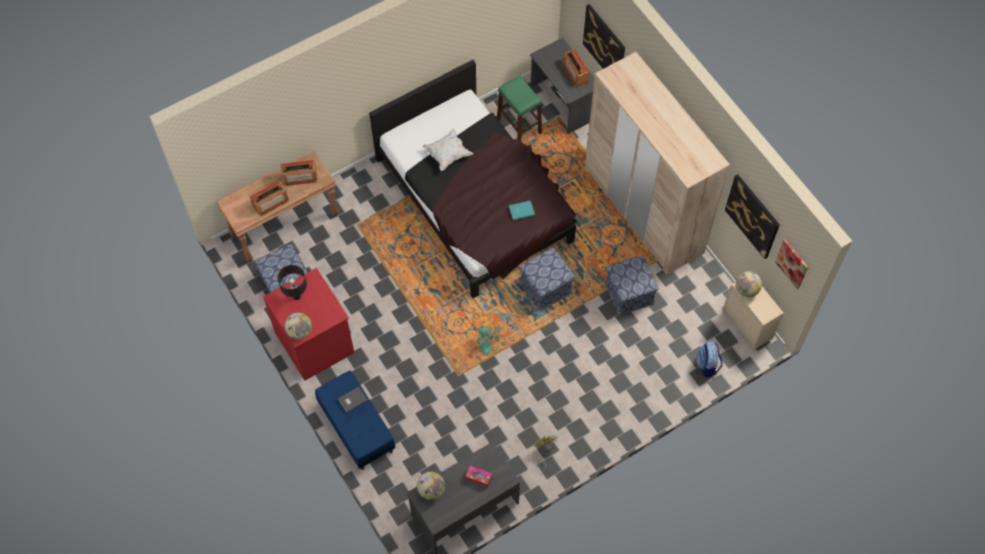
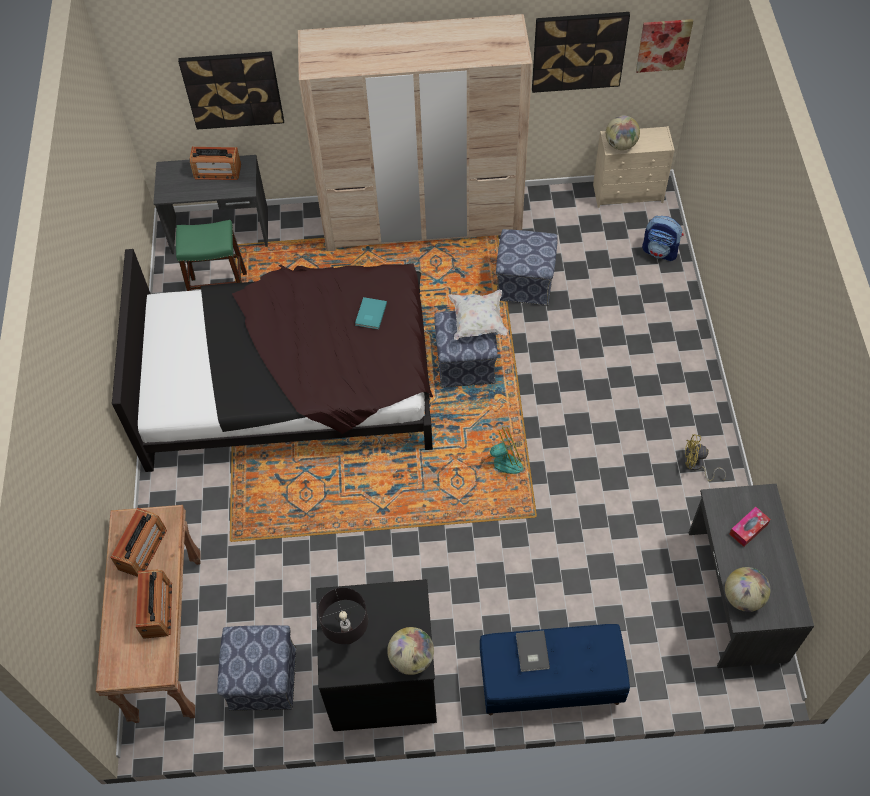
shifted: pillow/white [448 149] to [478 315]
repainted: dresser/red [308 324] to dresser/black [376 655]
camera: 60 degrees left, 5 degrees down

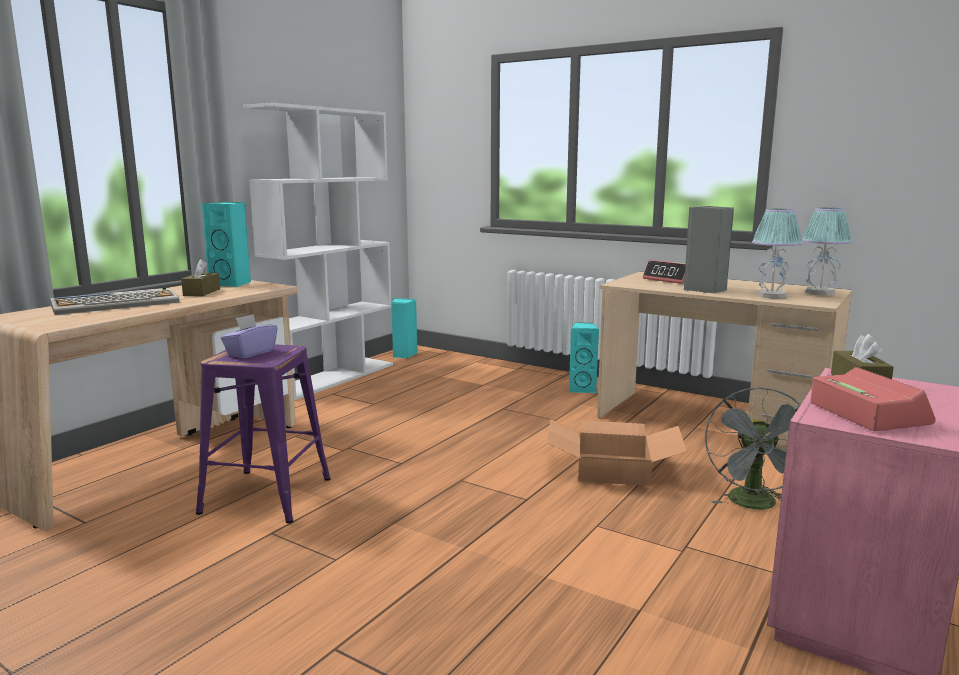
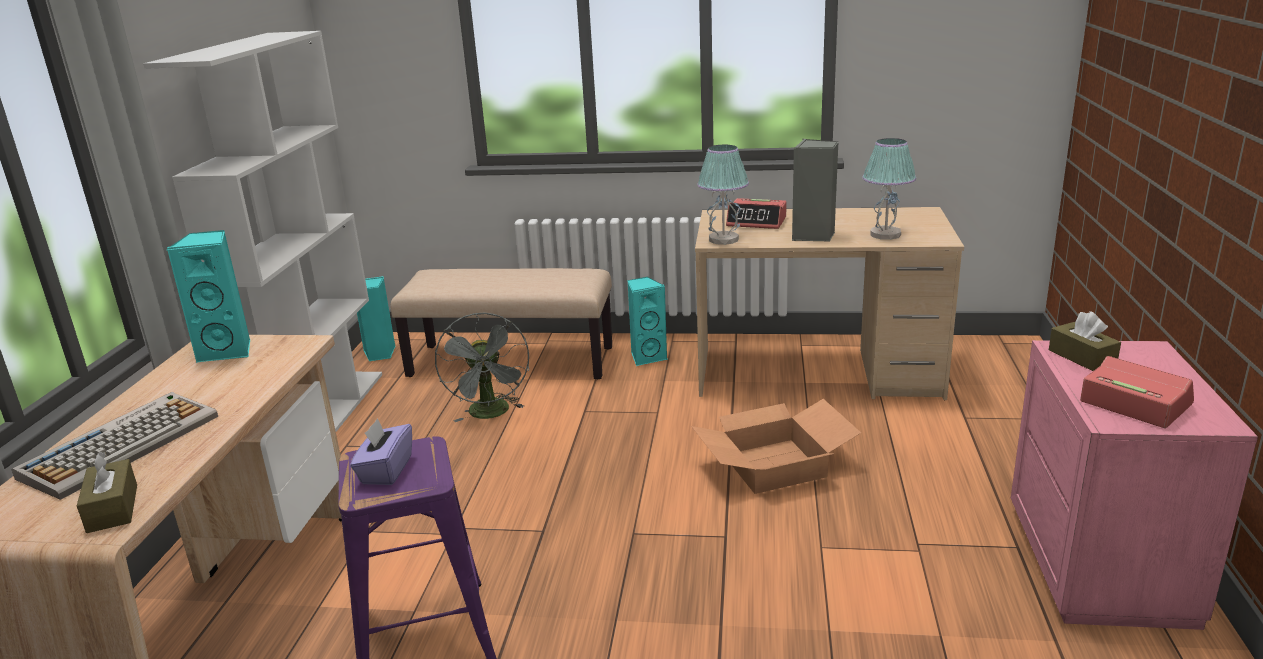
new: bench/beige [501 323]
shifted: tissue box/brown [200 277] to [107 492]; fan/grey [753 448] to [482 367]; table lamp [826 251] to [723 195]
camera: 25 degrees left, 10 degrees up

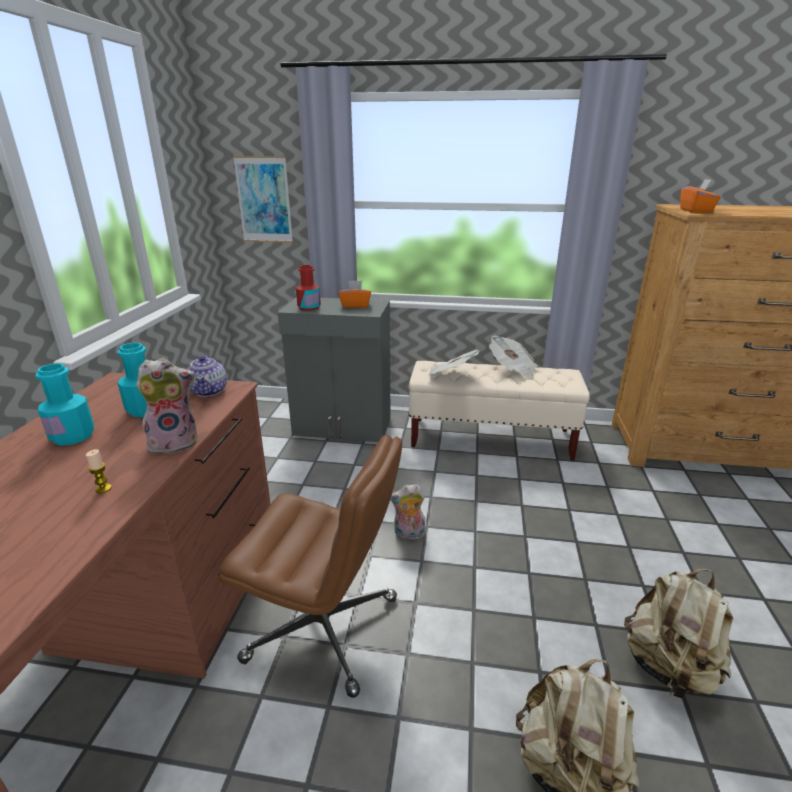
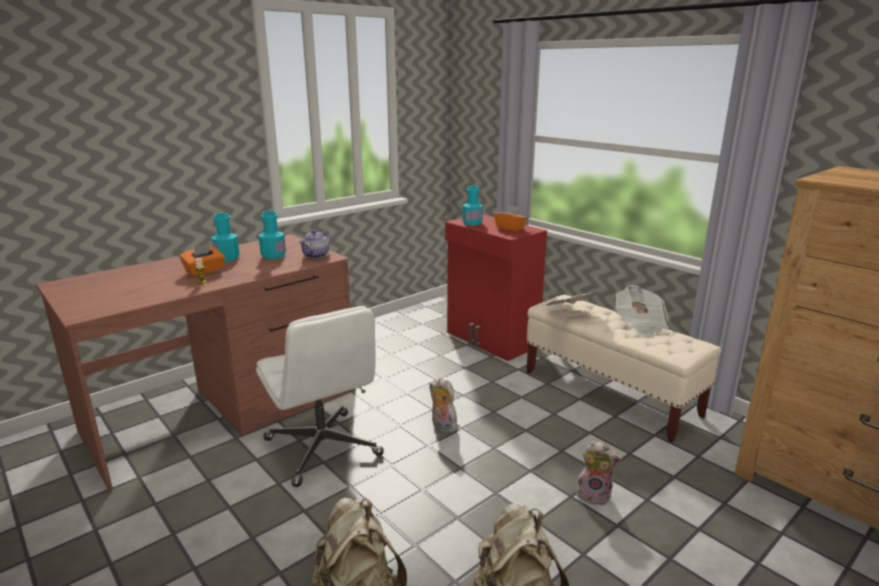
gone: picture [263 199]
shifted: plush toy [166 406] to [598 472]; tissue box/orange [700 196] to [202 260]
repainted: office chair/brown [310 566] to office chair/white [320 396]; cabinet/grey [334 369] to cabinet/red [496 287]; bottle/red [308 288] to bottle/turquoise [472 205]
camera: 40 degrees right, 5 degrees down

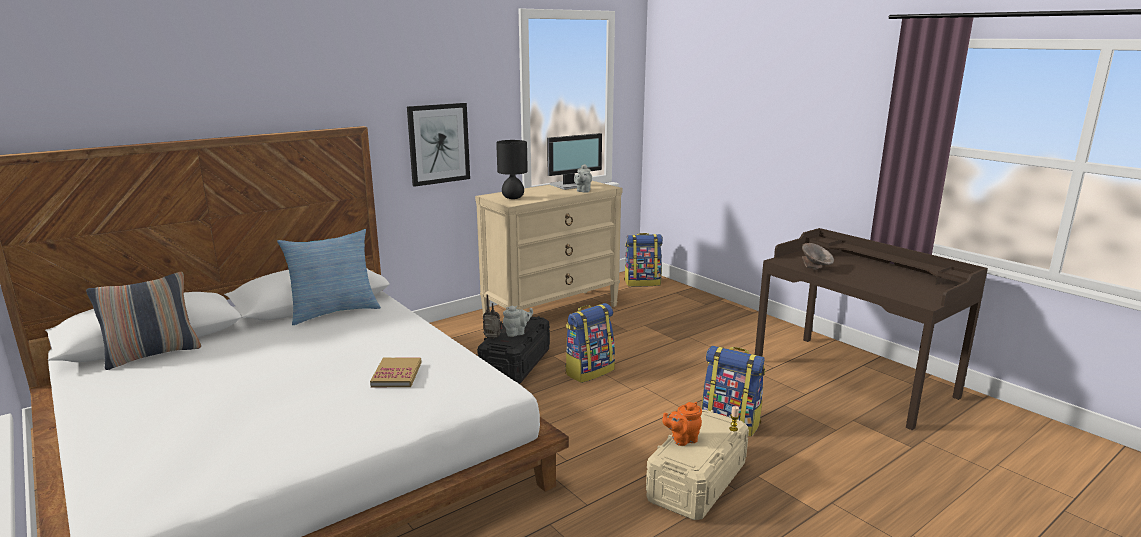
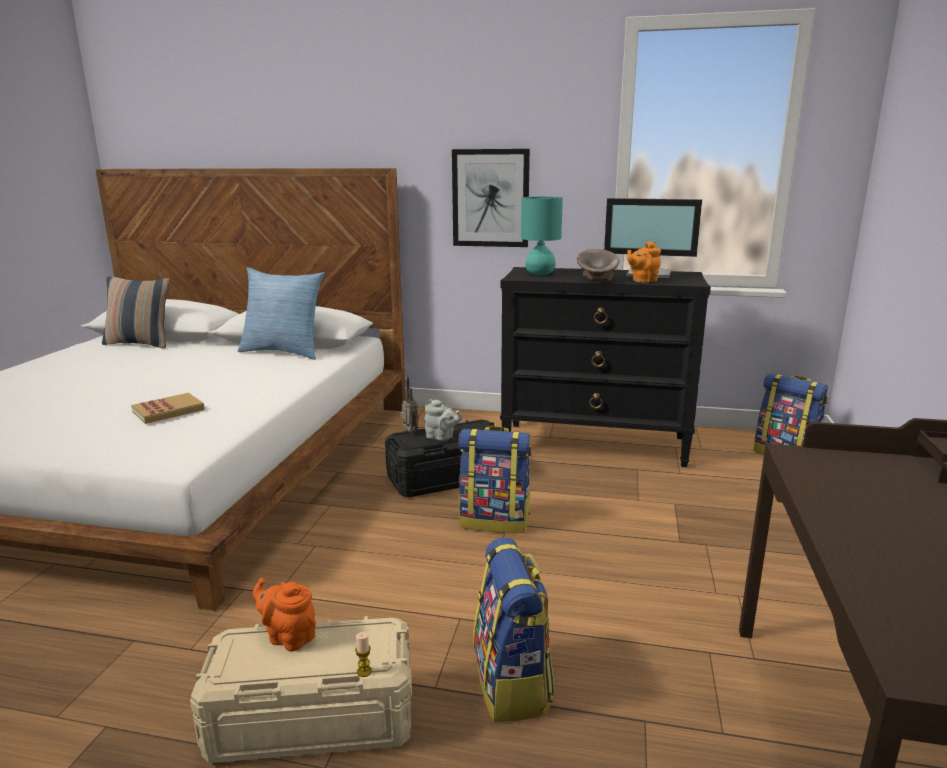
shifted: bowl/grey [818 256] to [598 265]
repainted: dresser/beige [549 248] to dresser/black [605 367]; table lamp/black [512 169] to table lamp/turquoise [542 235]; teapot/grey [583 178] to teapot/orange [644 262]
camera: 50 degrees right, 0 degrees up

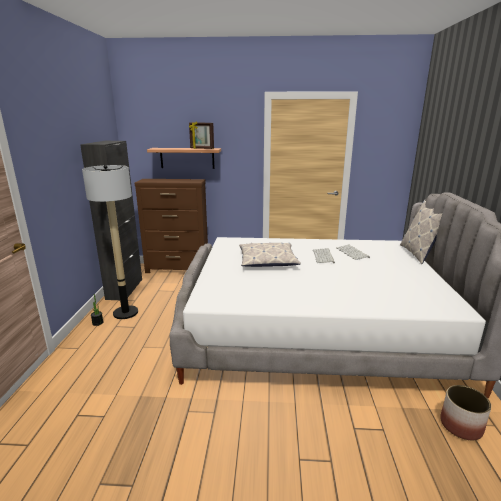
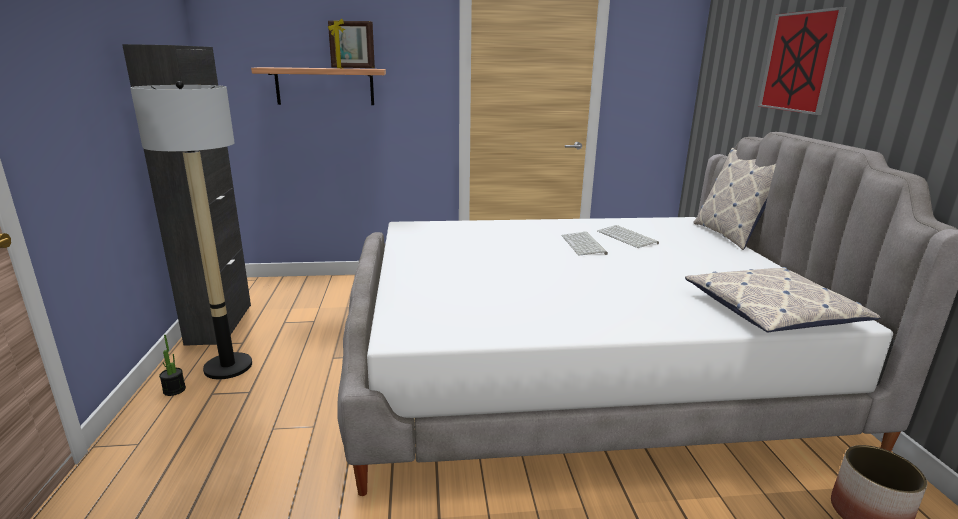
gone: dresser/brown [171 226]
new: picture [802 61]
shifted: pillow [270 255] to [783 300]
camera: 10 degrees left, 0 degrees up

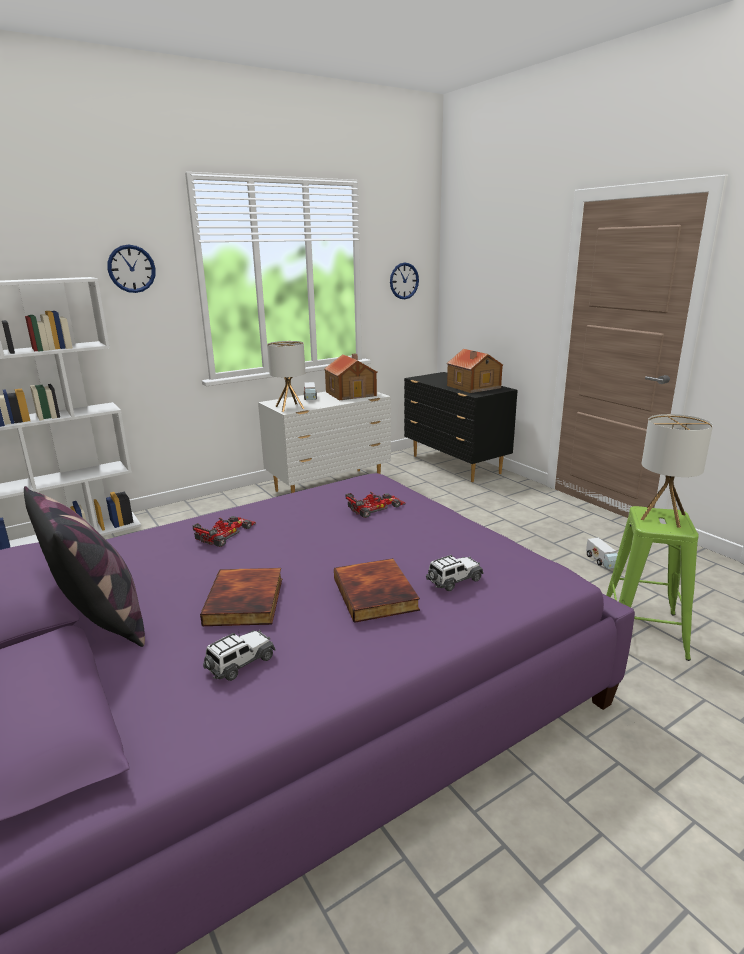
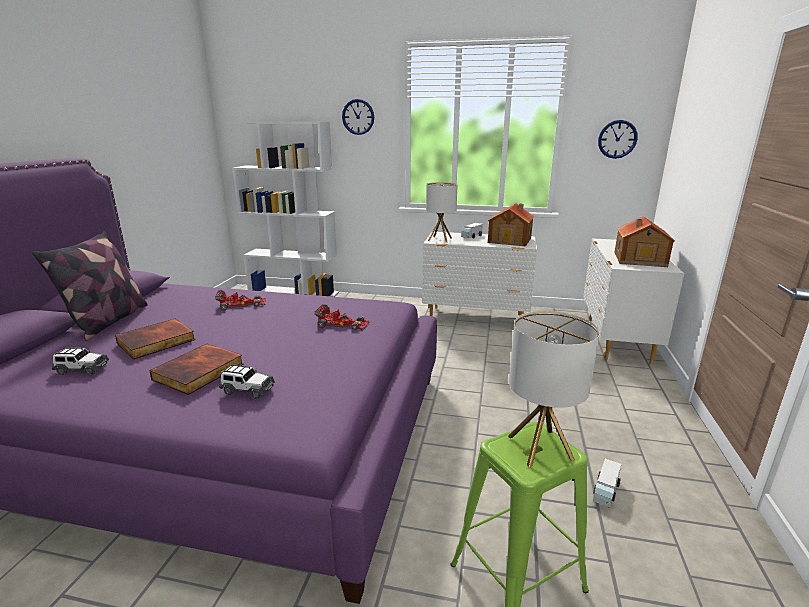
repainted: dresser/black [461 427] to dresser/white [633 301]
camera: 45 degrees right, 0 degrees up

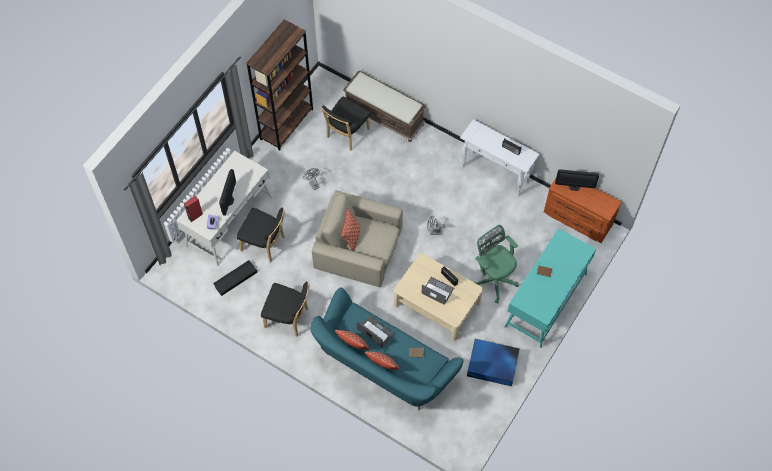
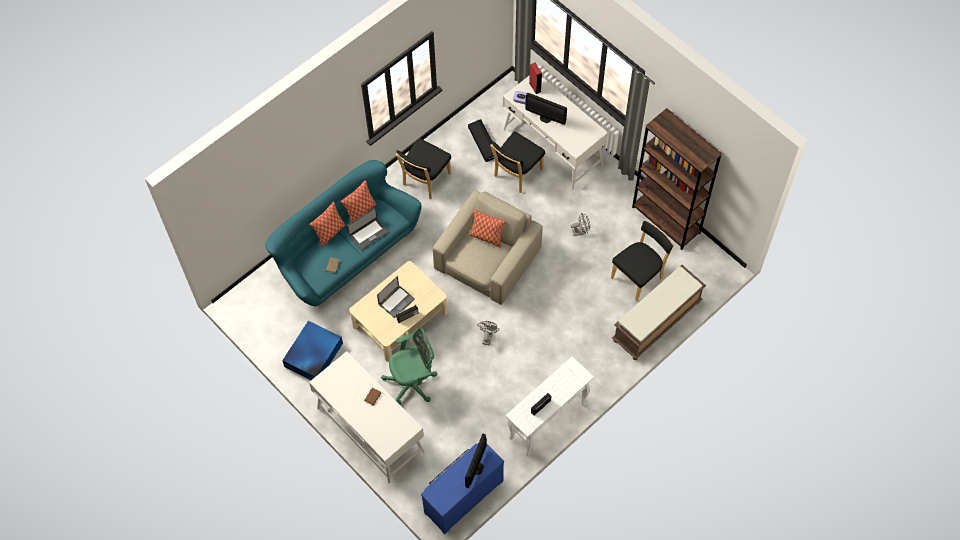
repainted: desk/turquoise [550 288] to desk/white [367 417]; dresser/brown [583 211] to dresser/blue [462 488]
rotated: chair/black [346 124] = [642 261] 90 degrees clockwise
camera: 105 degrees right, 0 degrees up

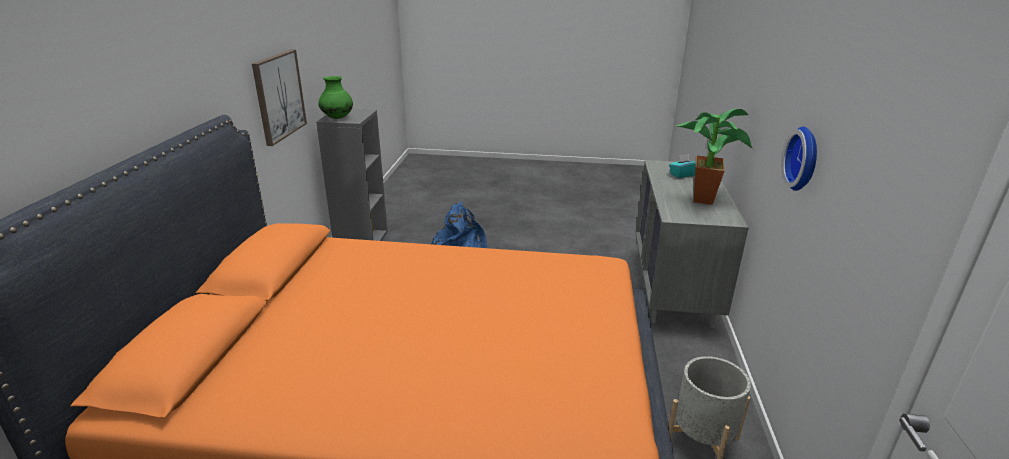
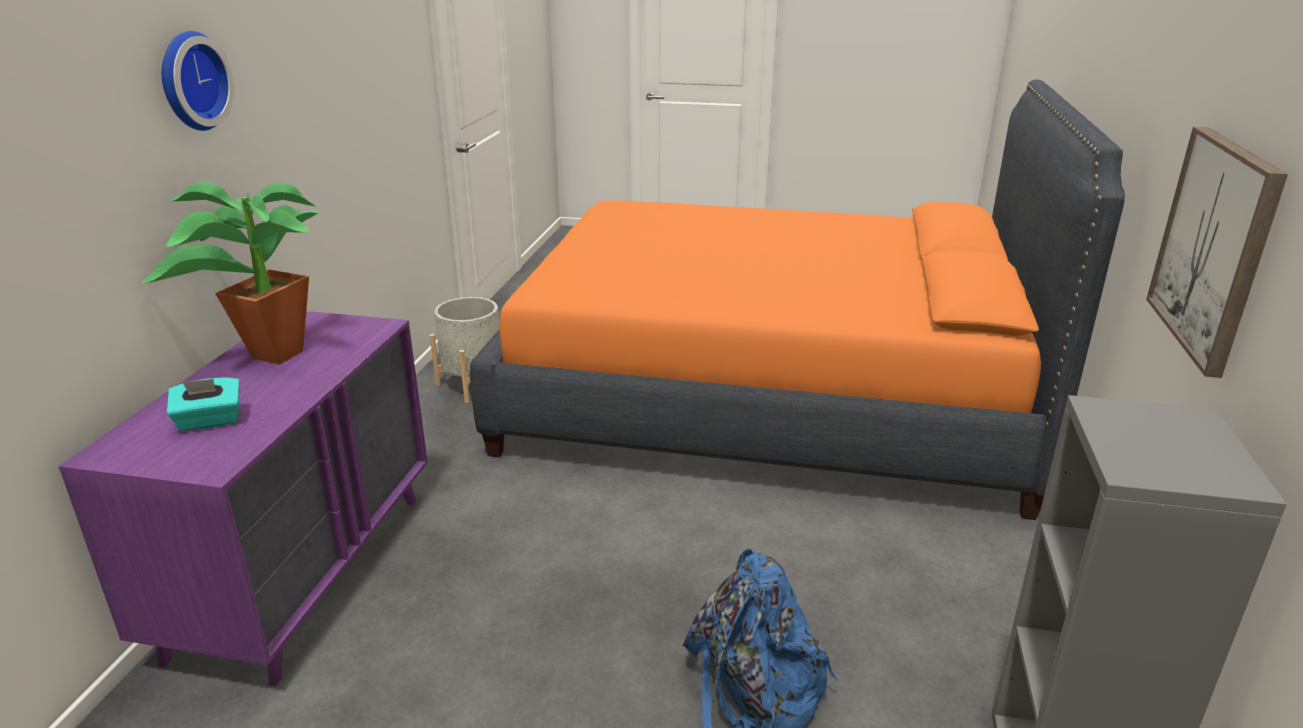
gone: vase/green [335 97]
shifted: wall clock [799 158] to [198 81]
repainted: dresser/grey [692 244] to dresser/purple [243 498]
camera: 175 degrees left, 0 degrees up

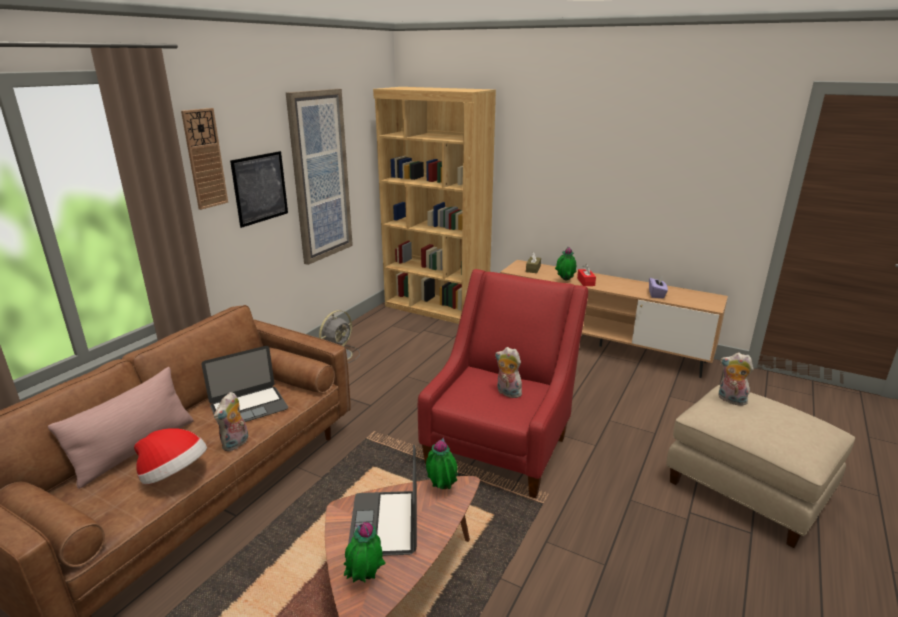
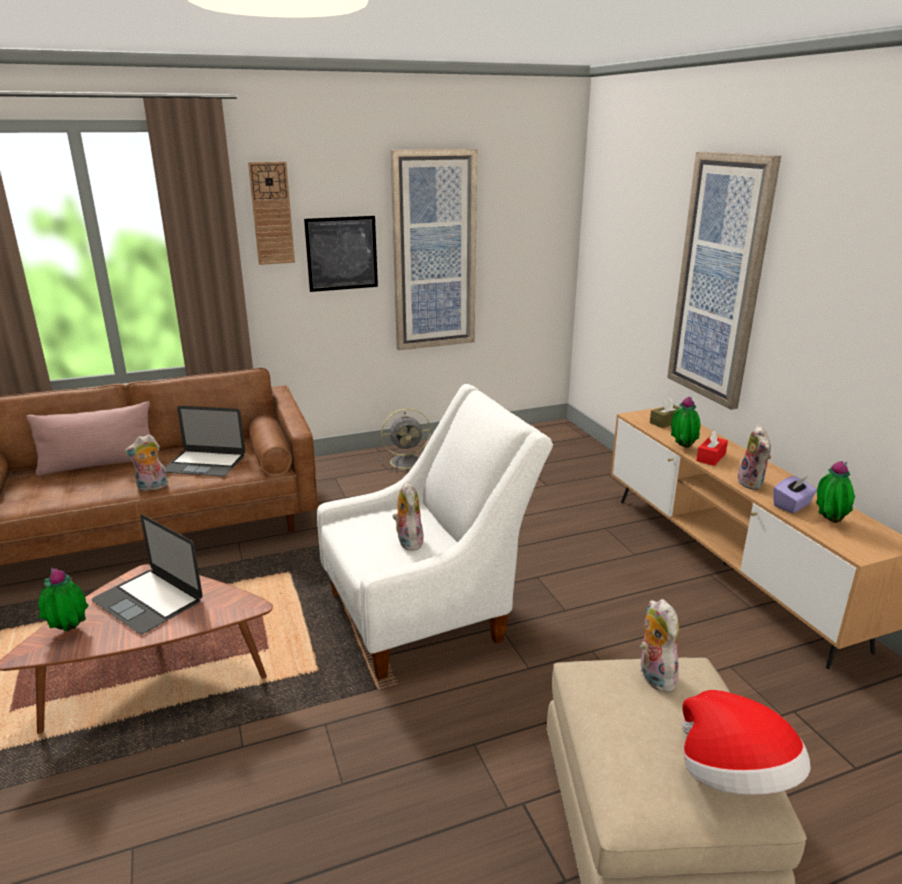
gone: bookcase/brown [434 205]
new: picture [724 281]; plush toy [754 457]
shifted: hat [170 456] to [746 742]; potted plant [442 463] to [835 492]
repainted: armchair/red [503 383] to armchair/white [435 532]
rotated: laptop [382 500] = [147 574] 90 degrees counterclockwise
camera: 40 degrees right, 0 degrees up

